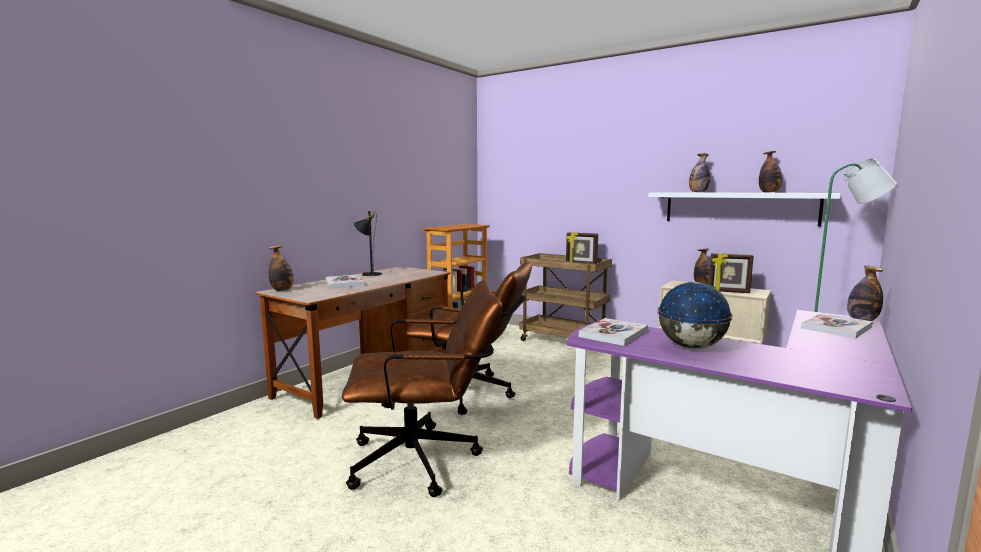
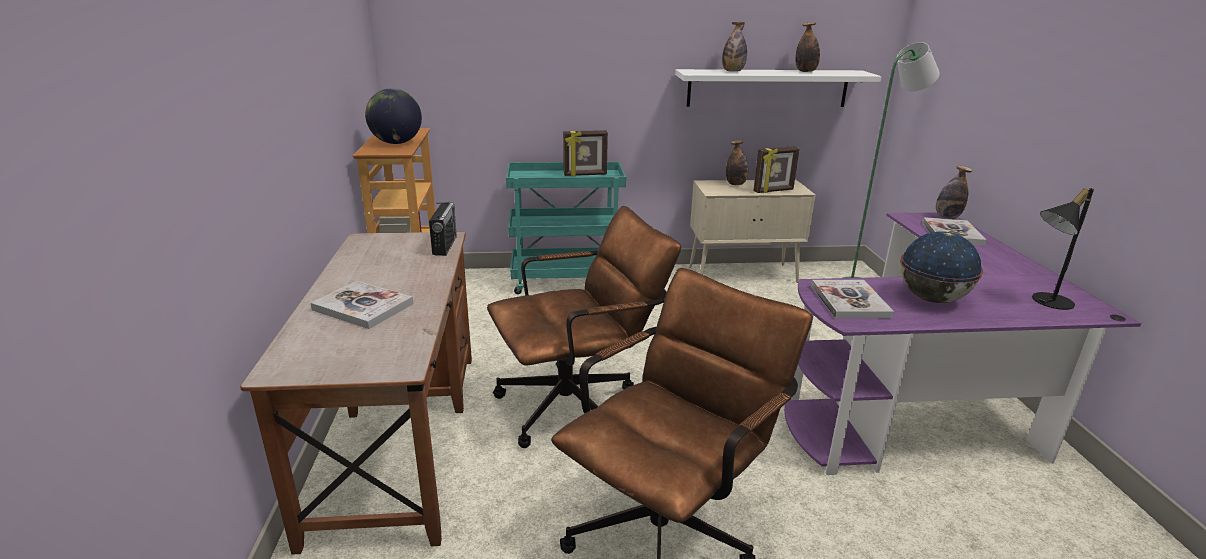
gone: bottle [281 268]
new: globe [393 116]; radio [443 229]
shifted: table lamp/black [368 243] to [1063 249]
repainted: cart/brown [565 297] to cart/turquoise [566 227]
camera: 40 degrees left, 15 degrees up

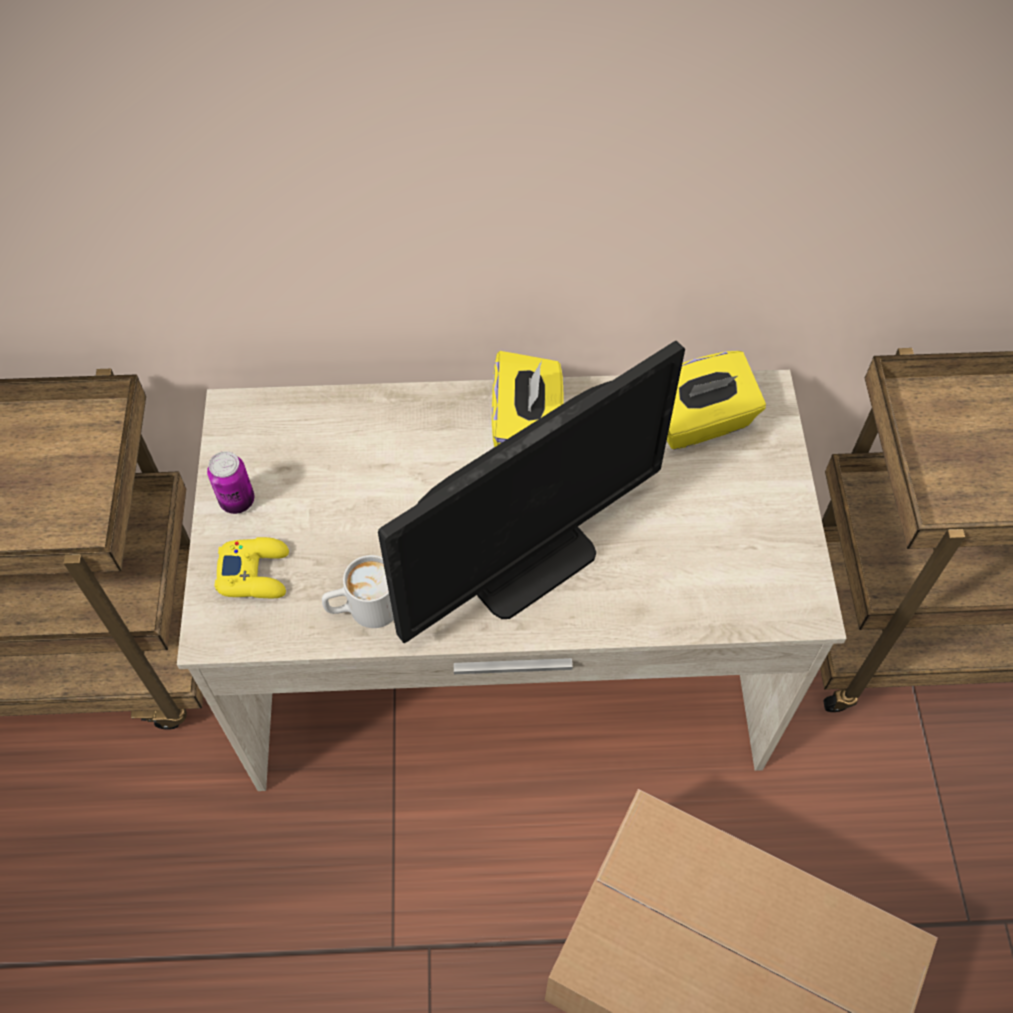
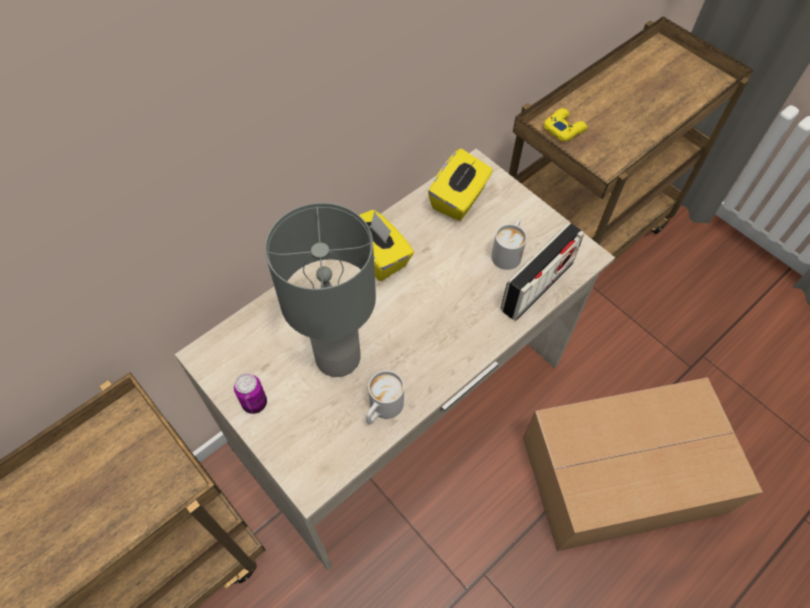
gone: monitor [531 492]
new: table lamp/grey [320 290]; mug/white [509 244]; radio [542 271]
shifted: game controller/yellow [251 567] to [565 125]
camera: 40 degrees left, 0 degrees up

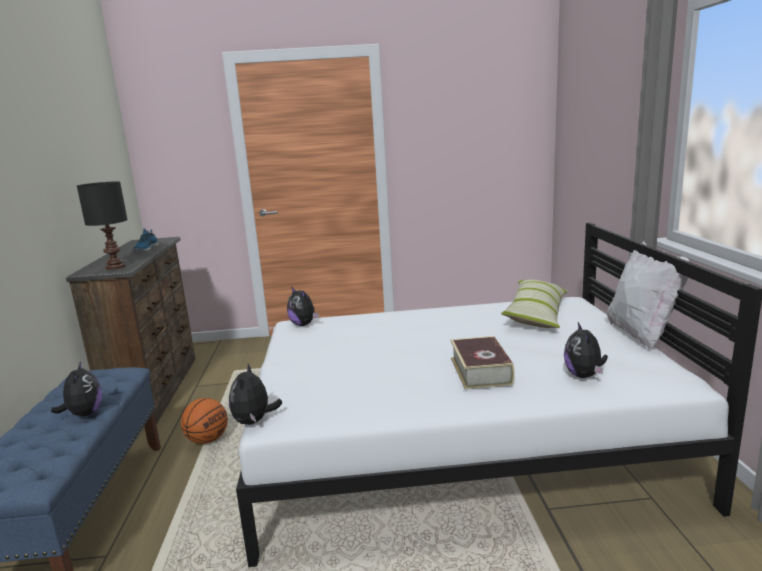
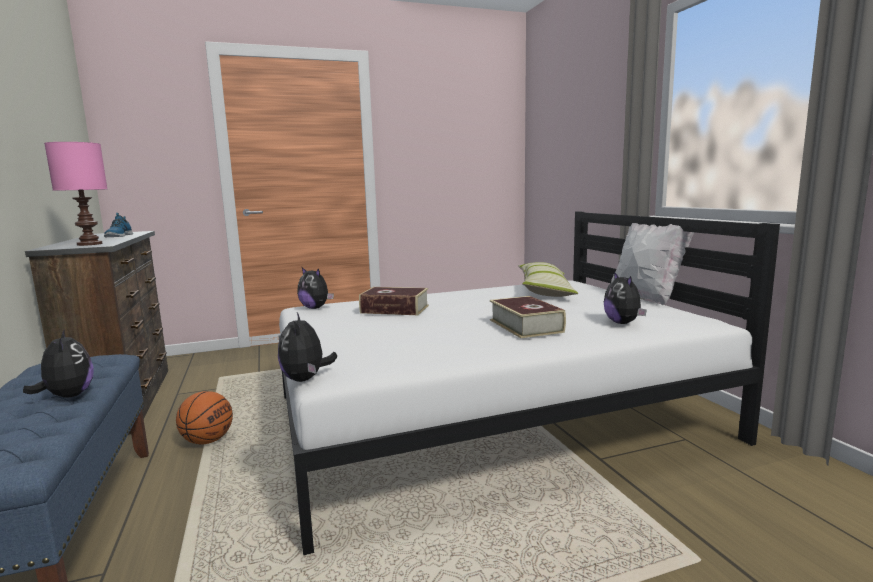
new: book [394 301]
repainted: table lamp/black [102 225] to table lamp/pink [75 194]
camera: 15 degrees left, 5 degrees down

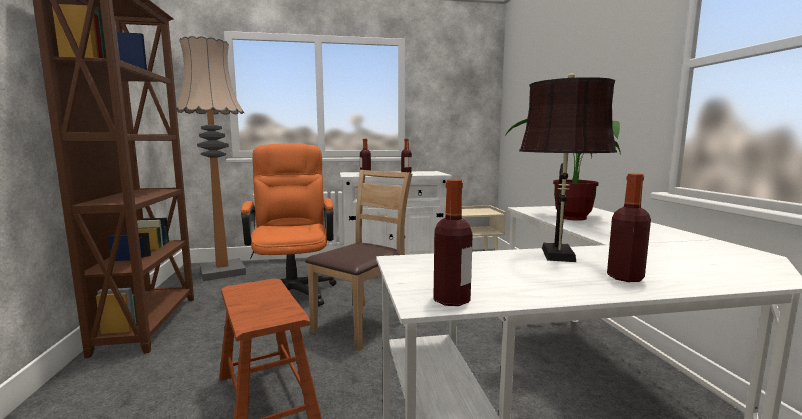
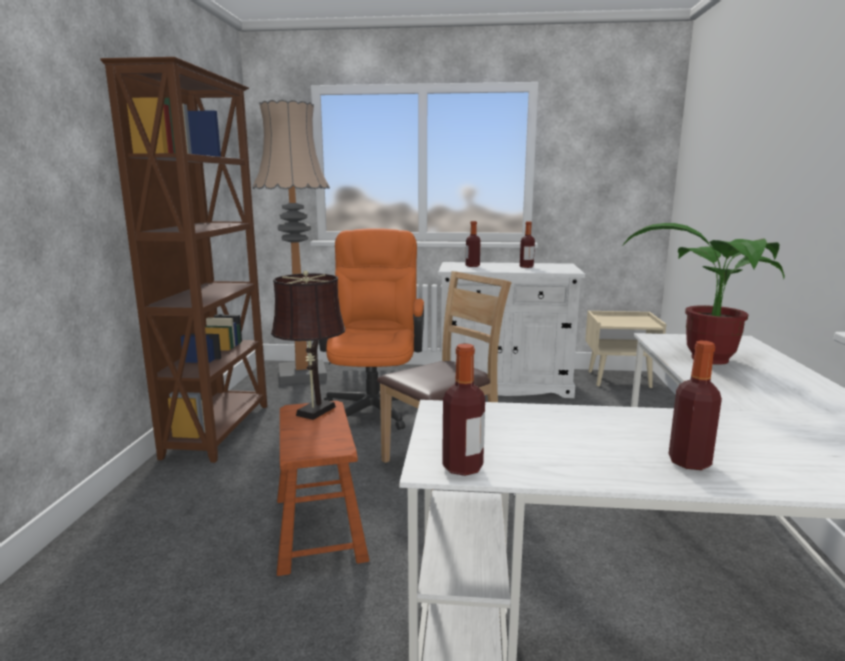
shifted: table lamp/brown [568 167] to [308 345]
camera: 15 degrees right, 5 degrees up

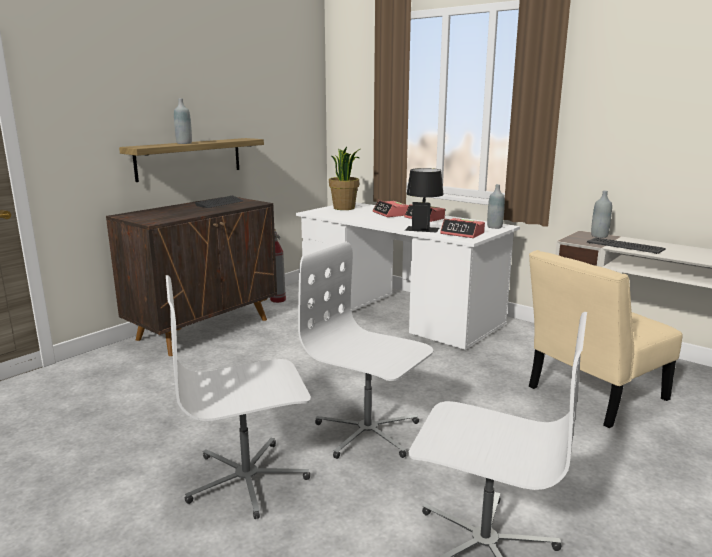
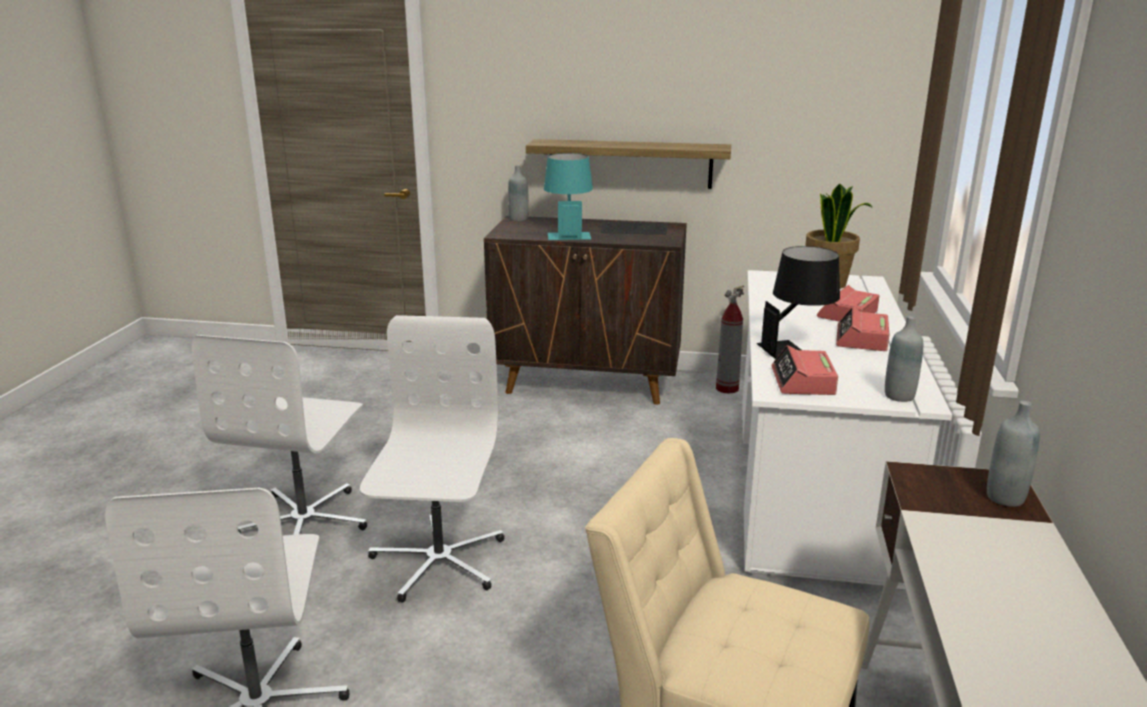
gone: keyboard [626 246]
new: table lamp/turquoise [568 196]
shifted: bottle/grey [183 121] to [518 193]
rotated: office chair/white [238 397] = [279 435] 120 degrees counterclockwise
camera: 60 degrees right, 5 degrees up

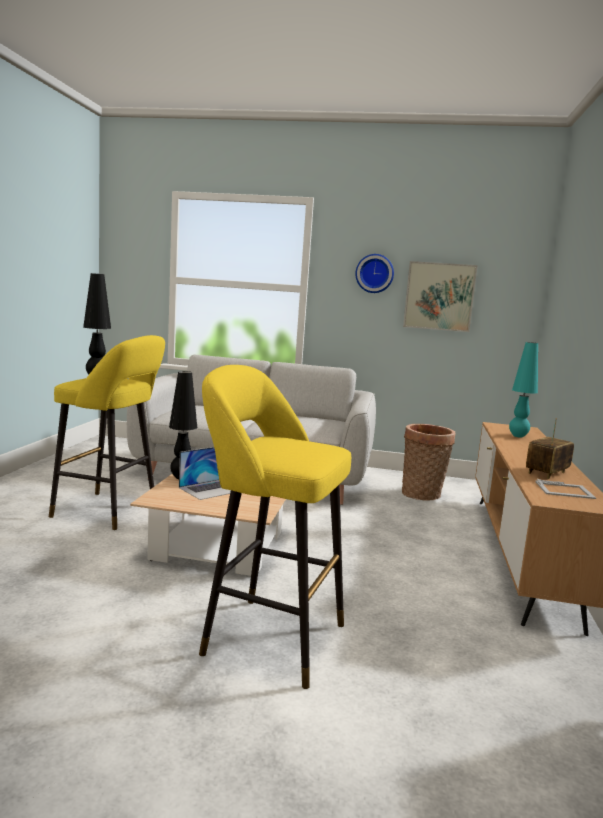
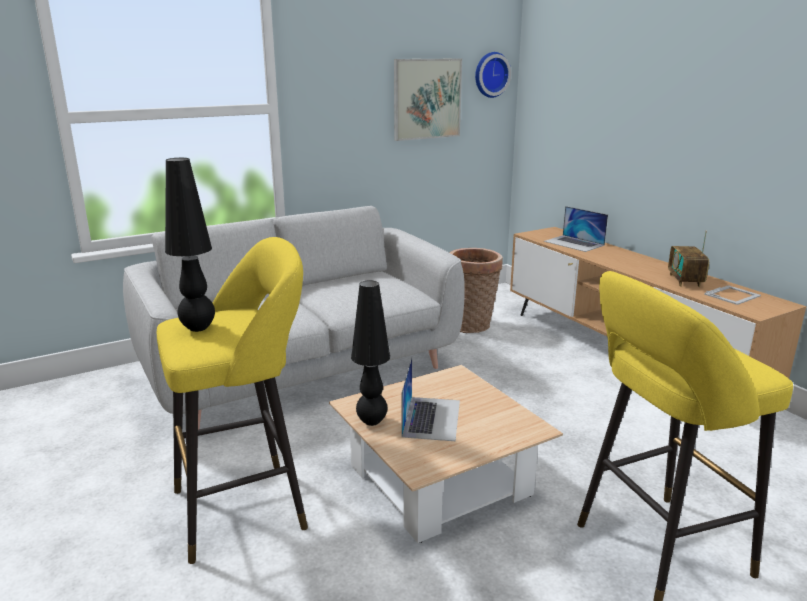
shifted: wall clock [374 273] to [493 75]
swapped: table lamp/turquoise [523 390] to laptop [576 229]
camera: 40 degrees left, 10 degrees up

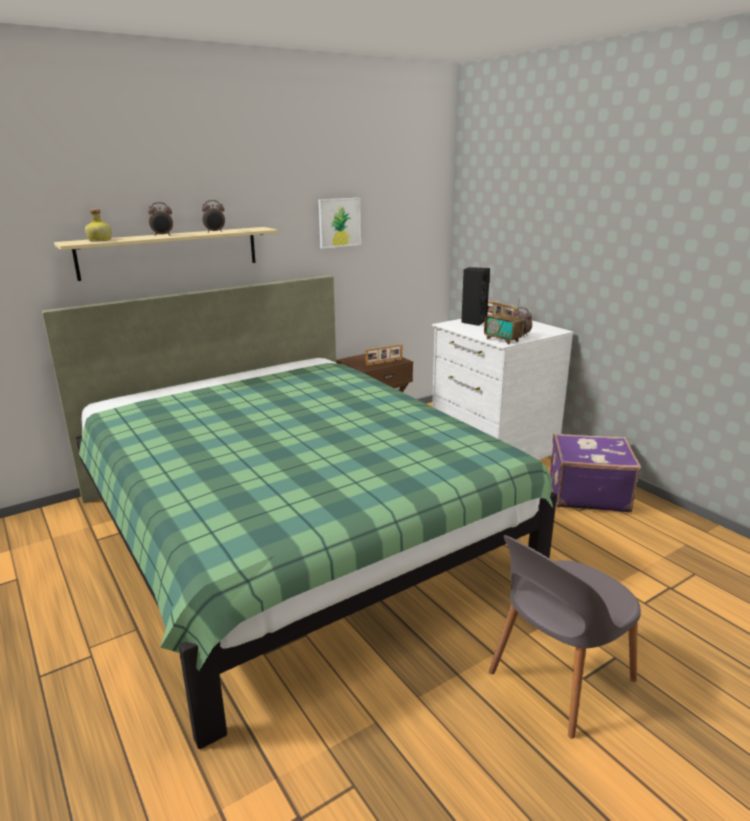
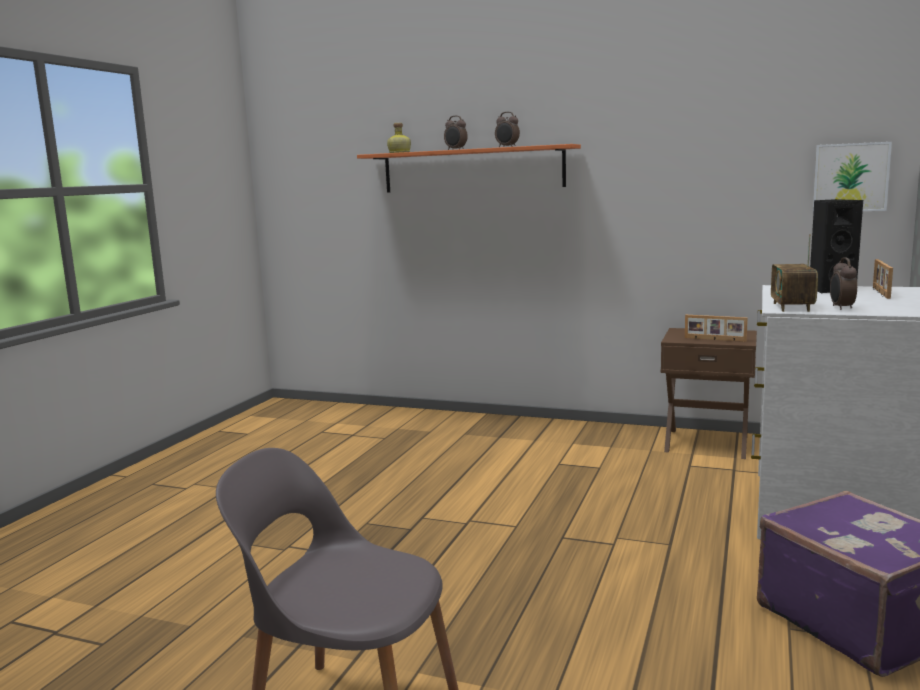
gone: bed/green [299 512]
shifted: picture [340 223] to [852 177]
repainted: shelf/beige [166 254] to shelf/orange [469 168]
camera: 55 degrees right, 10 degrees down

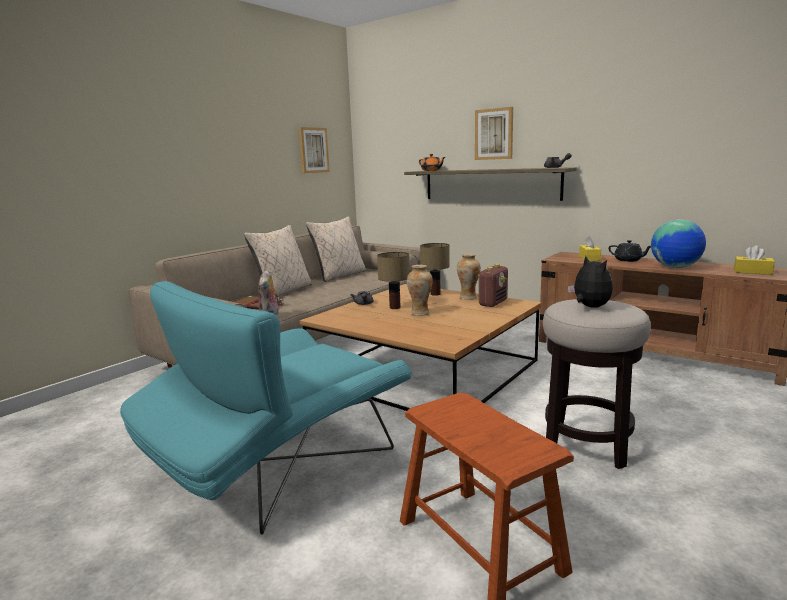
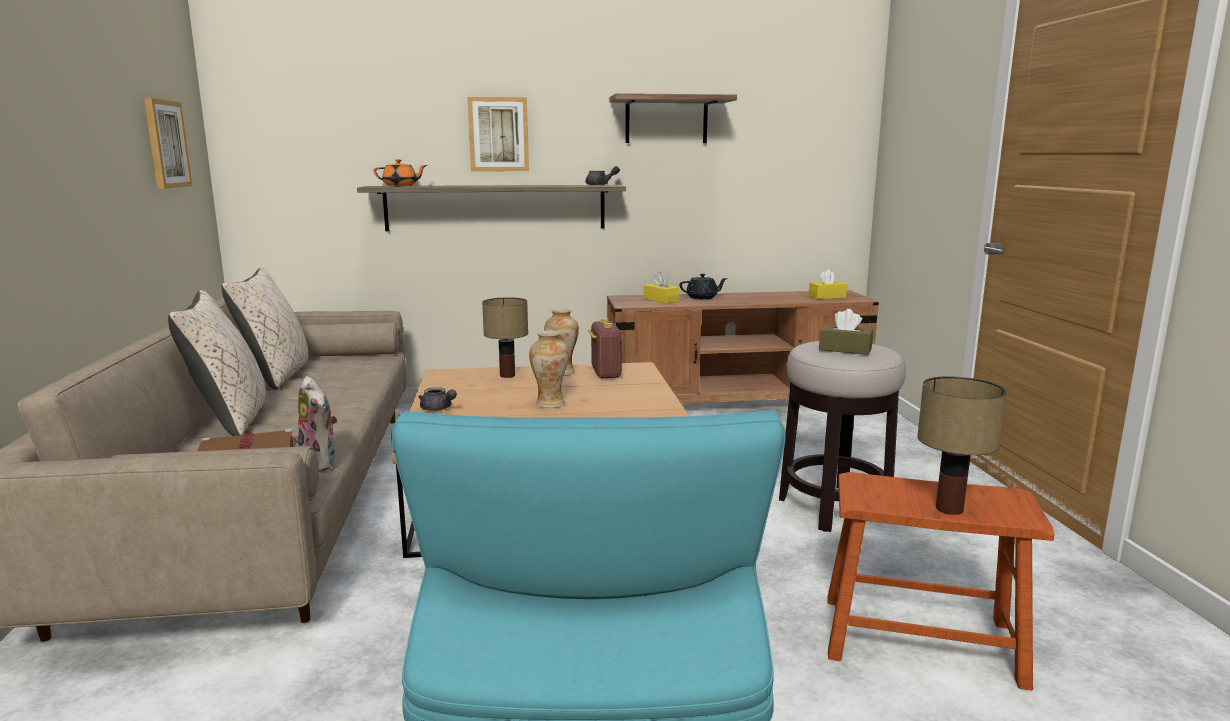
gone: globe [678 243]
new: shelf [673 118]
shifted: table lamp [393 280] to [962 445]
swapped: plush toy [590 282] to tissue box/brown [846 332]
camera: 45 degrees left, 0 degrees up

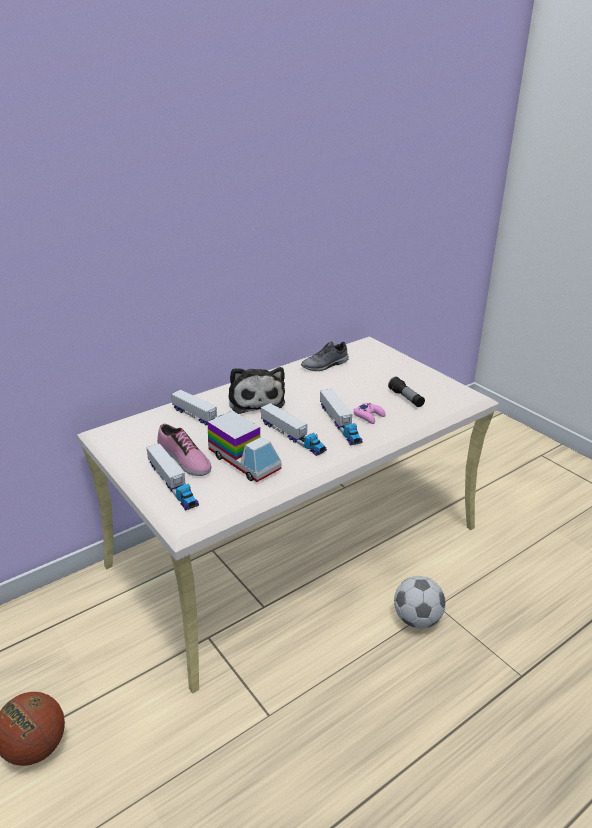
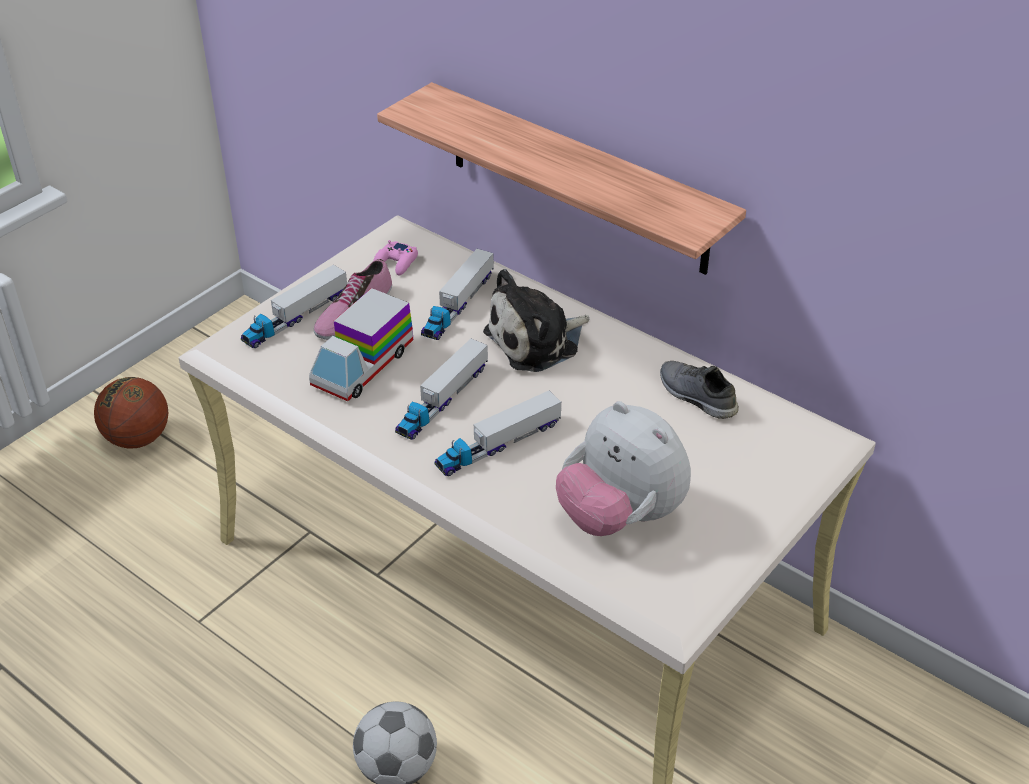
new: shelf [561 178]
shifted: game controller/pink [369 413] to [395 257]
swapped: flashlight [406 392] to plush toy [623 468]
camera: 75 degrees right, 10 degrees up

